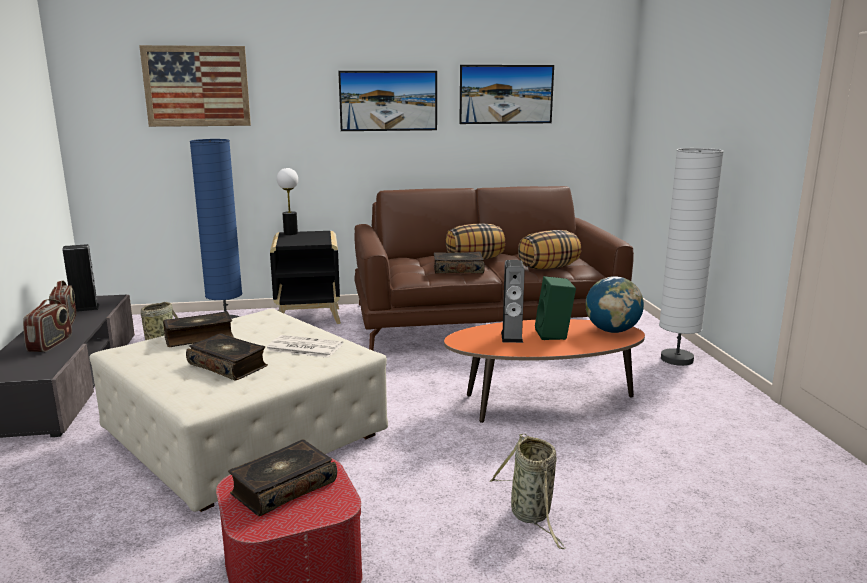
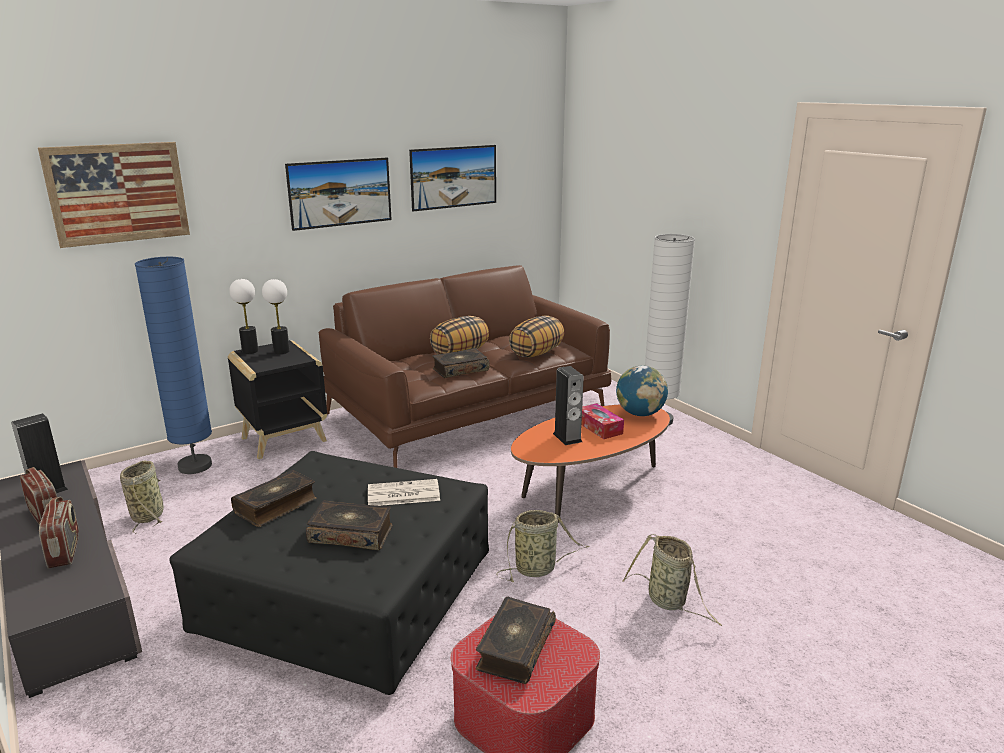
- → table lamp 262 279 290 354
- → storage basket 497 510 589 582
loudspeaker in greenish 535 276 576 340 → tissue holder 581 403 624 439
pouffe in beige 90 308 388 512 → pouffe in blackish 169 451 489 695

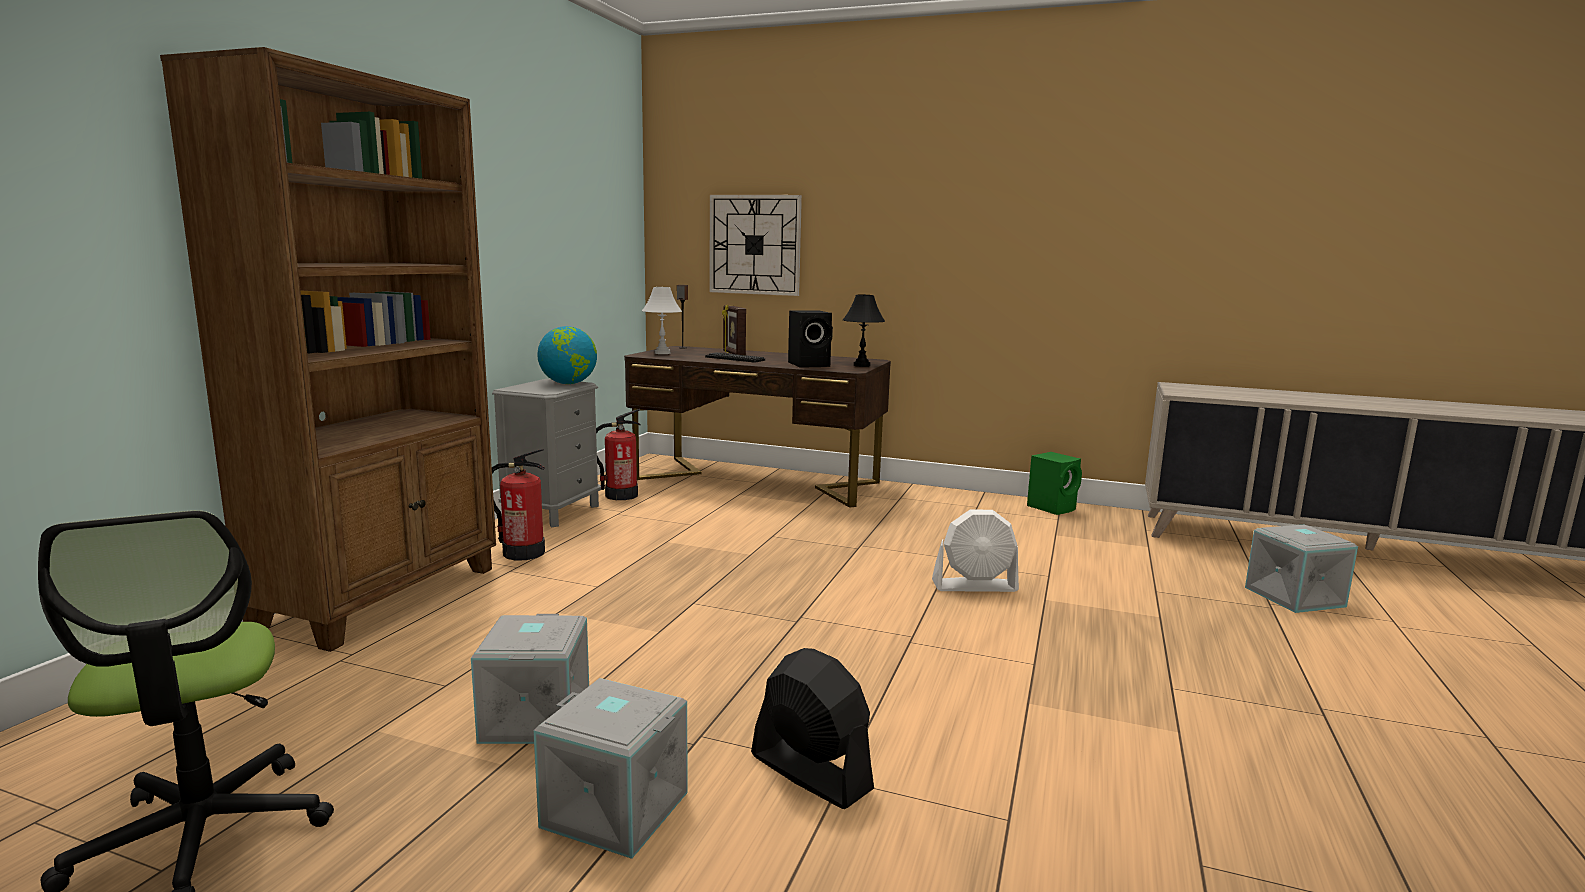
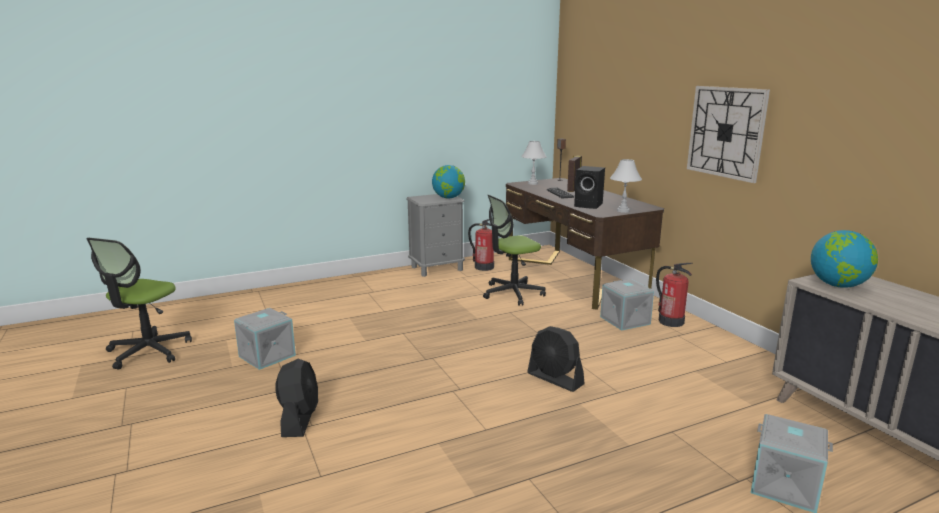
shelving unit in brownish 160 47 496 652 → -
loudspeaker in greenish 1027 452 1082 515 → -
- → office chair 483 195 546 306
- → world globe 811 230 878 288
extinguisher 492 449 545 561 → extinguisher 656 263 693 327, relocated
storage container in grey 533 678 688 859 → storage container in grey 600 279 654 331, relocated
hanging clock 710 195 802 296 → hanging clock 687 86 770 183, relocated
table lamp in blackish 843 294 885 367 → table lamp in white 610 159 642 213
cooling fan in white 932 509 1019 592 → cooling fan in blackish 527 326 585 392

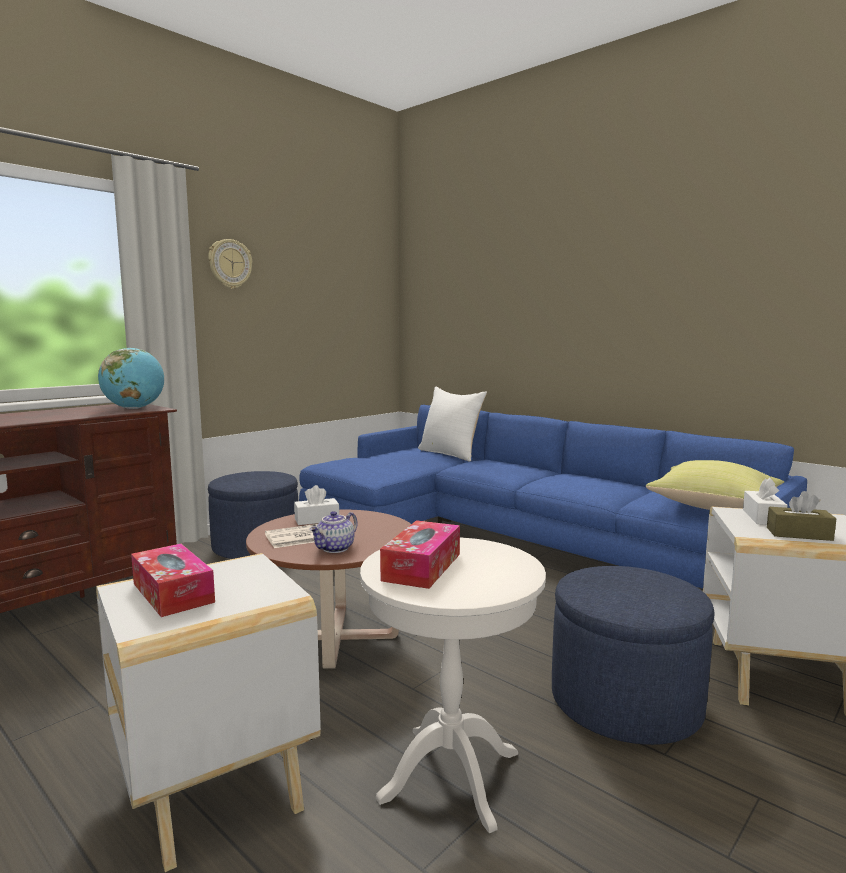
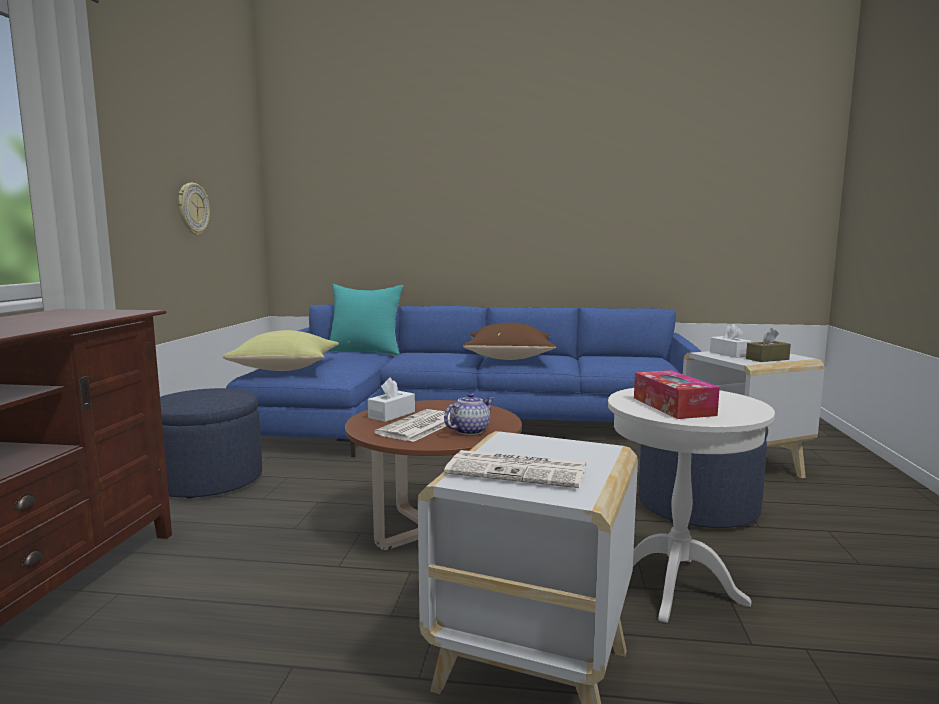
world globe 98 348 164 409 → -
- → throw pillow in brownish 463 323 557 360
hanging clock 208 239 252 289 → hanging clock 178 183 210 235, relocated
throw pillow in yellow-coloured 645 460 784 510 → throw pillow in yellow-coloured 223 330 339 371, relocated
tissue holder 131 544 215 617 → printed paper 444 450 587 488
throw pillow in white 418 386 487 462 → throw pillow in blue-green 328 284 404 355
teapot 309 511 358 553 → teapot 444 393 494 435, 135 degrees counterclockwise

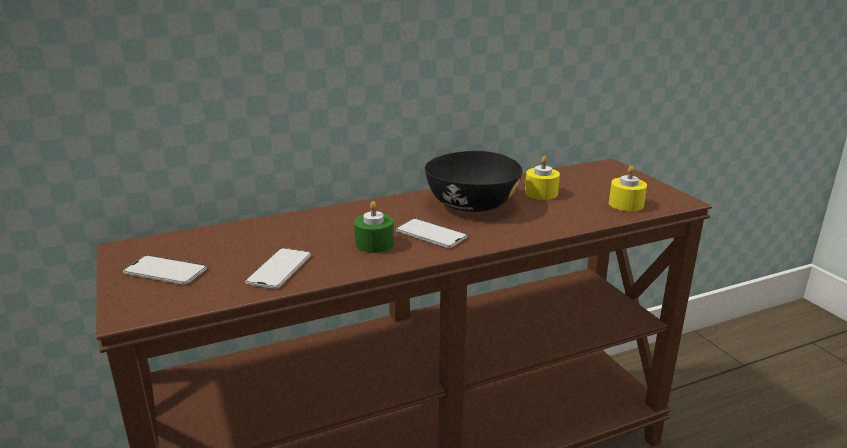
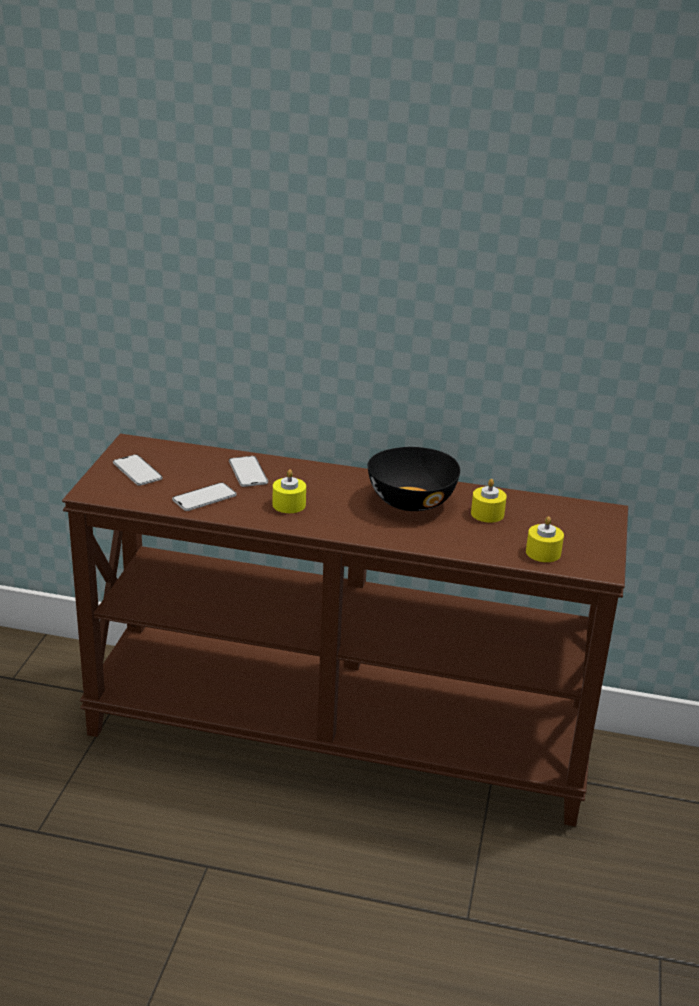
phone 396 218 467 248 → phone 229 456 268 487, relocated
wax candle in greenish 354 201 394 253 → wax candle in yellow-coloured 272 469 306 513

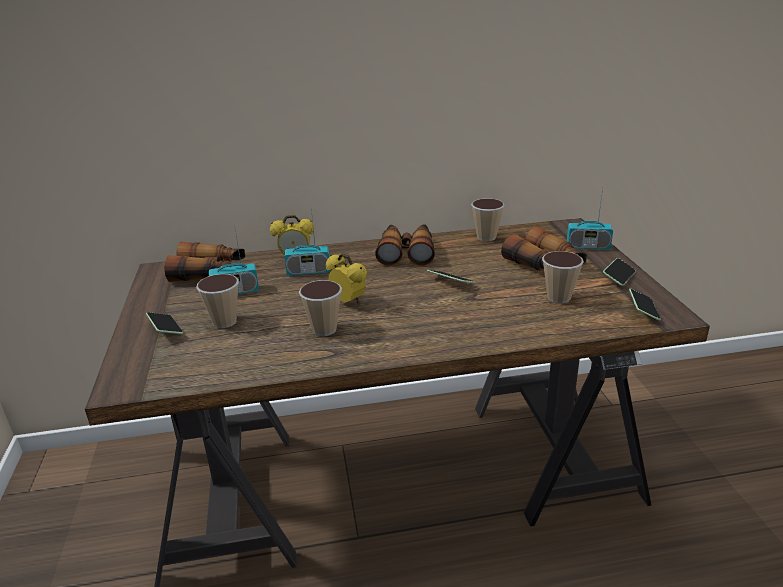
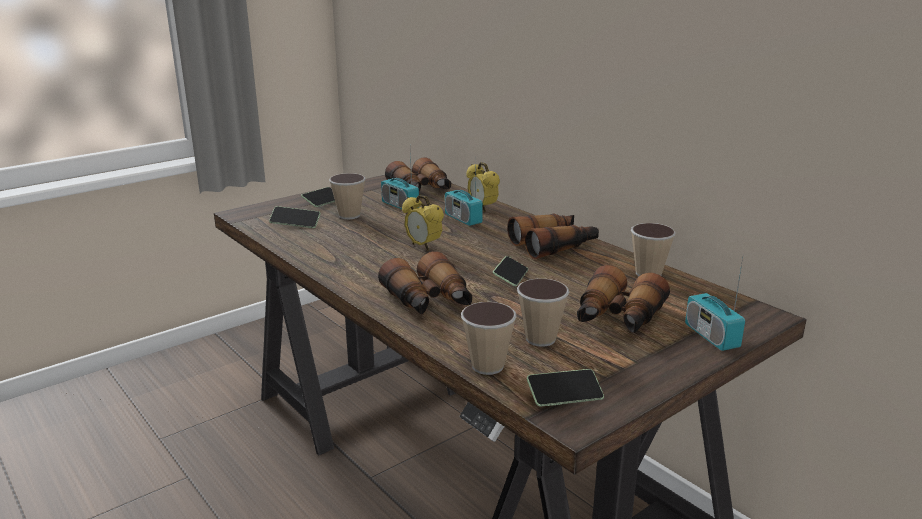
- → binoculars 378 251 472 315
small cup 299 280 342 336 → small cup 461 302 517 375, relocated
phone 603 258 636 286 → phone 269 206 320 228, relocated
table clock 326 253 367 304 → table clock 402 195 444 250, 120 degrees clockwise

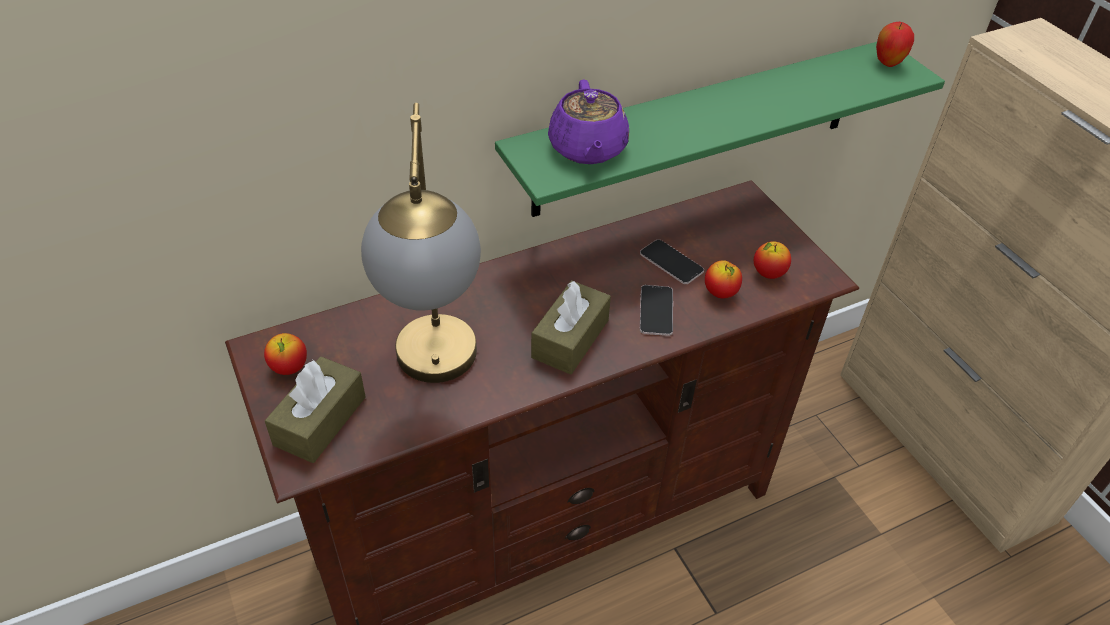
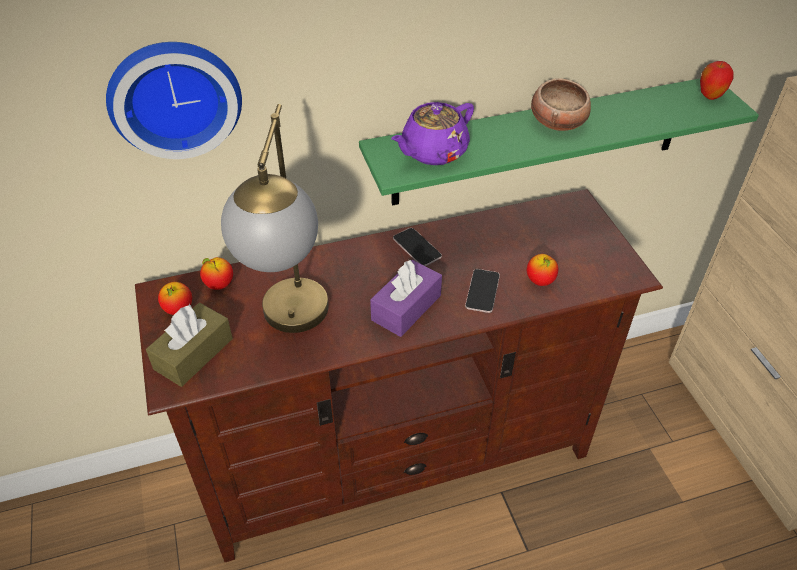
- → hanging clock 106 42 242 159
- → bowl 531 78 591 131
phone 640 239 704 284 → phone 393 228 442 266, relocated
apple fruit 754 241 791 279 → apple fruit 200 257 233 290, relocated
tissue holder in brownish 531 281 611 374 → tissue holder in purple-coloured 370 260 442 337
teapot in purple-coloured 548 79 629 164 → teapot in purple-coloured 391 102 474 165, 45 degrees clockwise

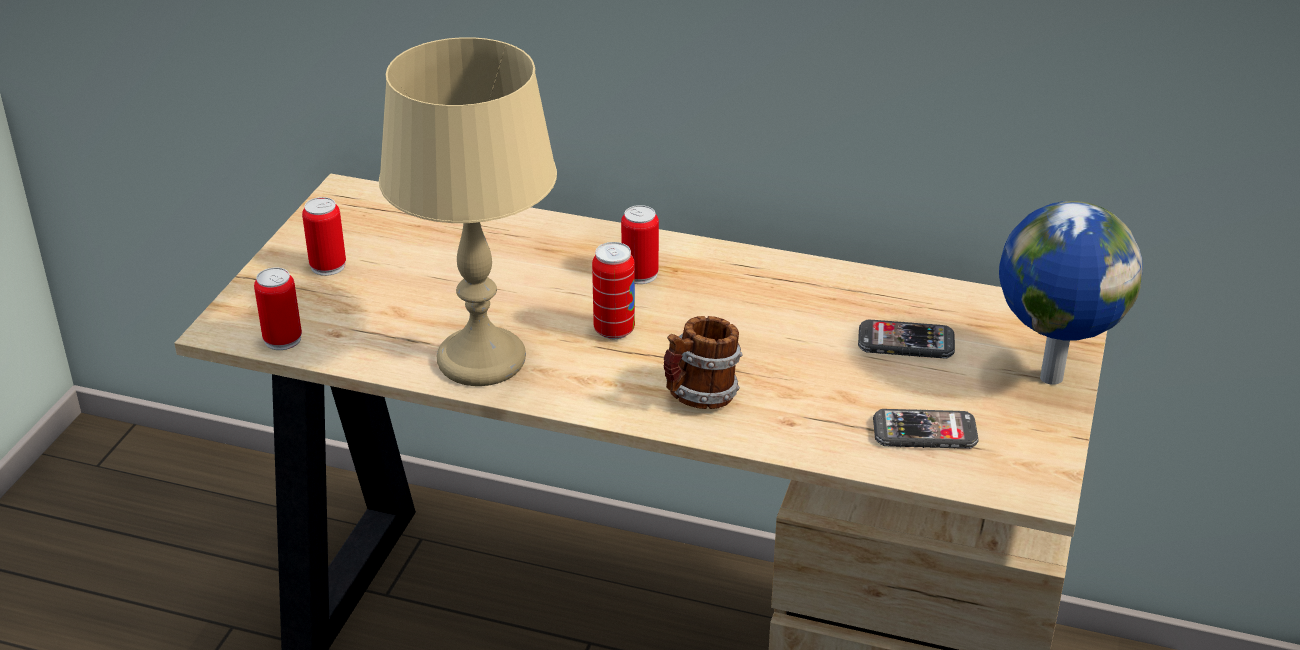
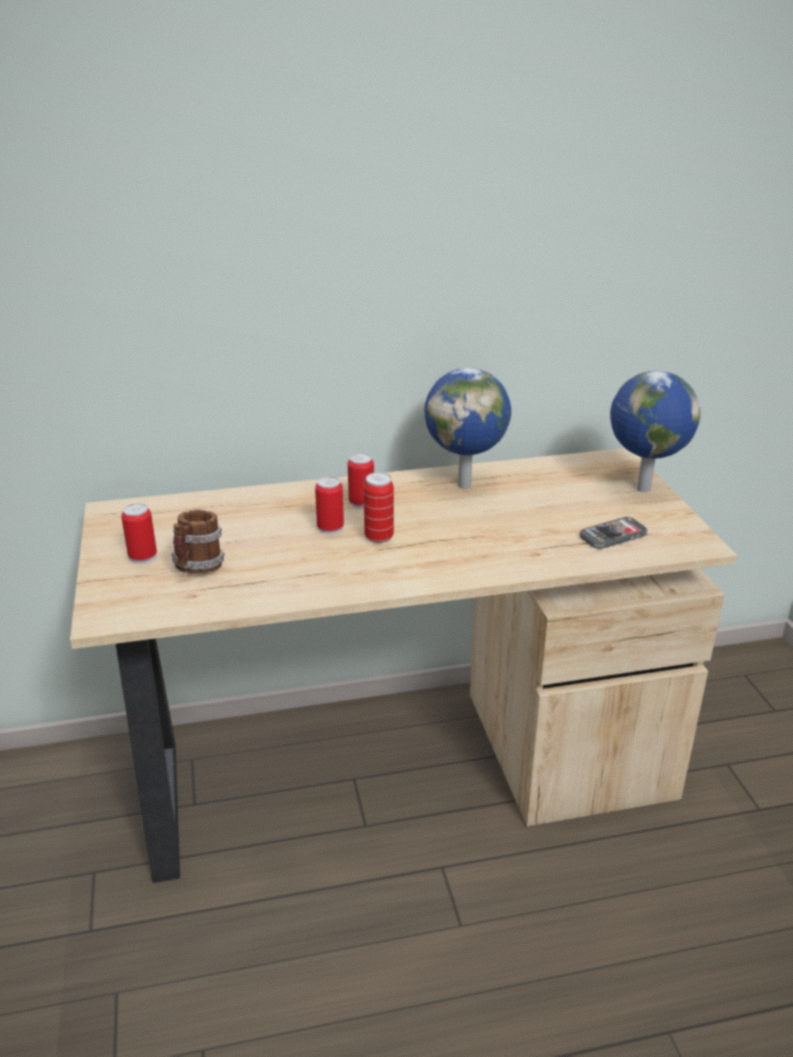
table lamp in beige 379 37 557 386 → -
phone 858 320 955 359 → -
- → world globe 424 368 511 489
metal can 254 267 302 350 → metal can 315 476 344 535, relocated
coffee mug 664 316 743 409 → coffee mug 172 510 225 574, relocated

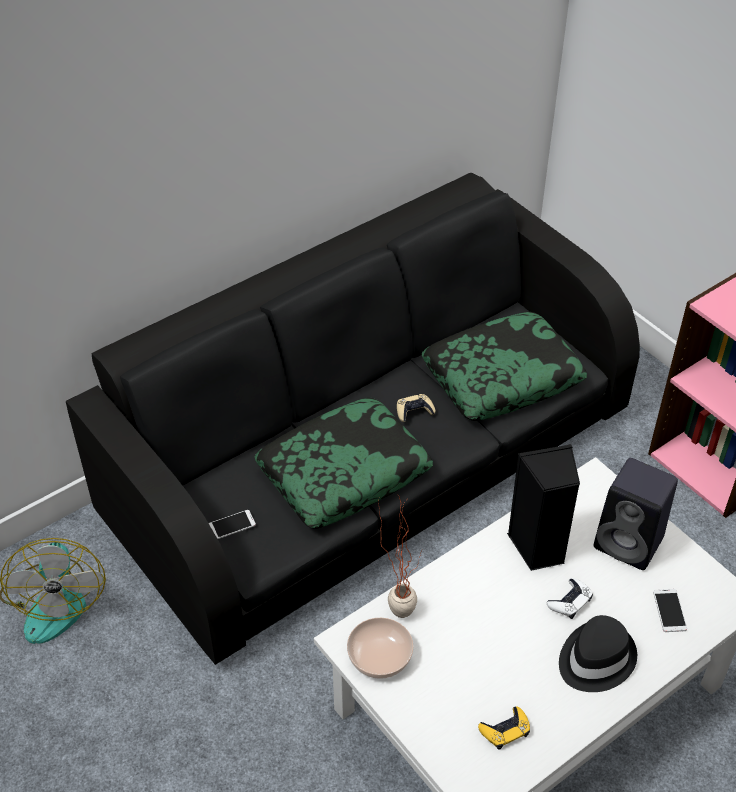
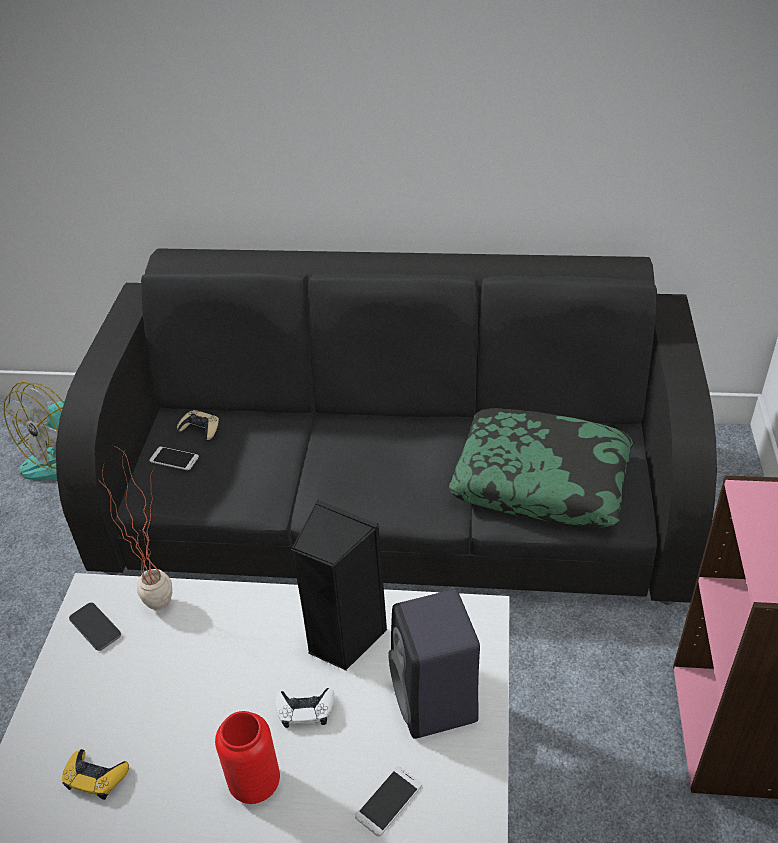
throw pillow 255 397 433 529 → -
joypad in beige 397 394 436 422 → joypad in beige 177 410 219 440, relocated
bowl 347 617 414 679 → phone 69 602 121 651
hat in blackish 559 615 637 692 → flower vase in reddish 215 711 280 804

